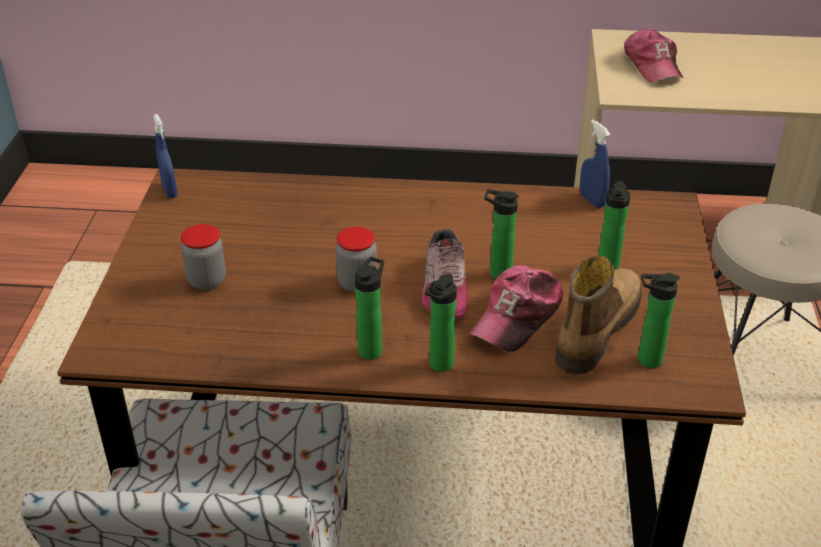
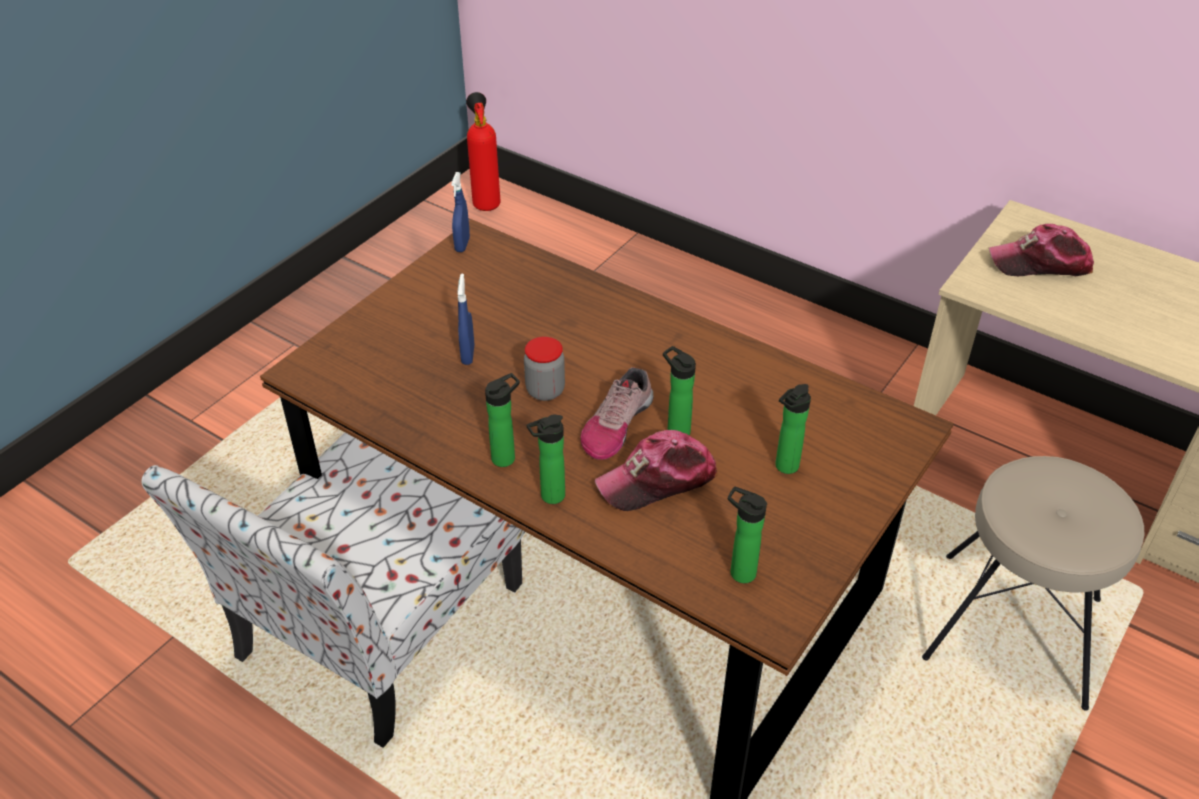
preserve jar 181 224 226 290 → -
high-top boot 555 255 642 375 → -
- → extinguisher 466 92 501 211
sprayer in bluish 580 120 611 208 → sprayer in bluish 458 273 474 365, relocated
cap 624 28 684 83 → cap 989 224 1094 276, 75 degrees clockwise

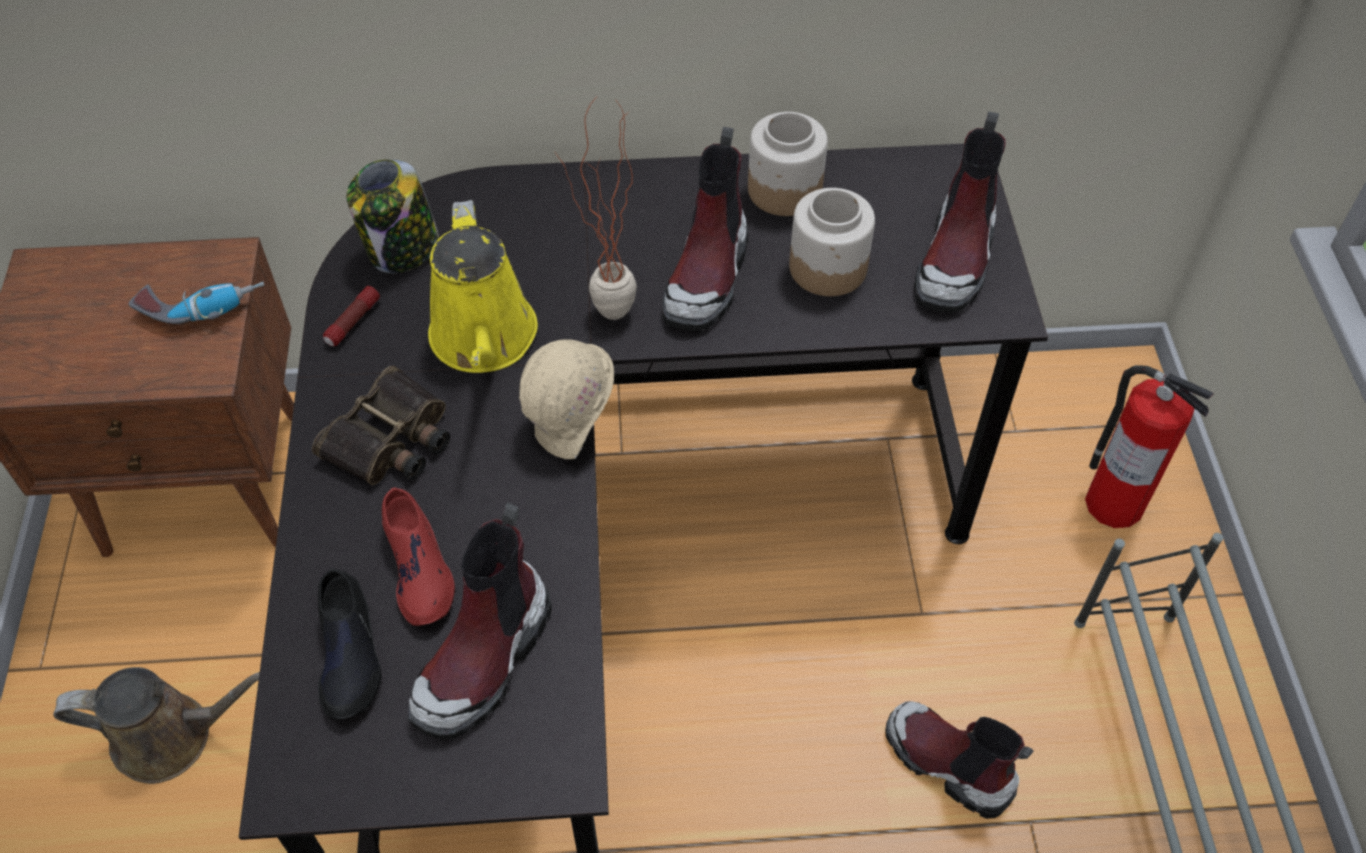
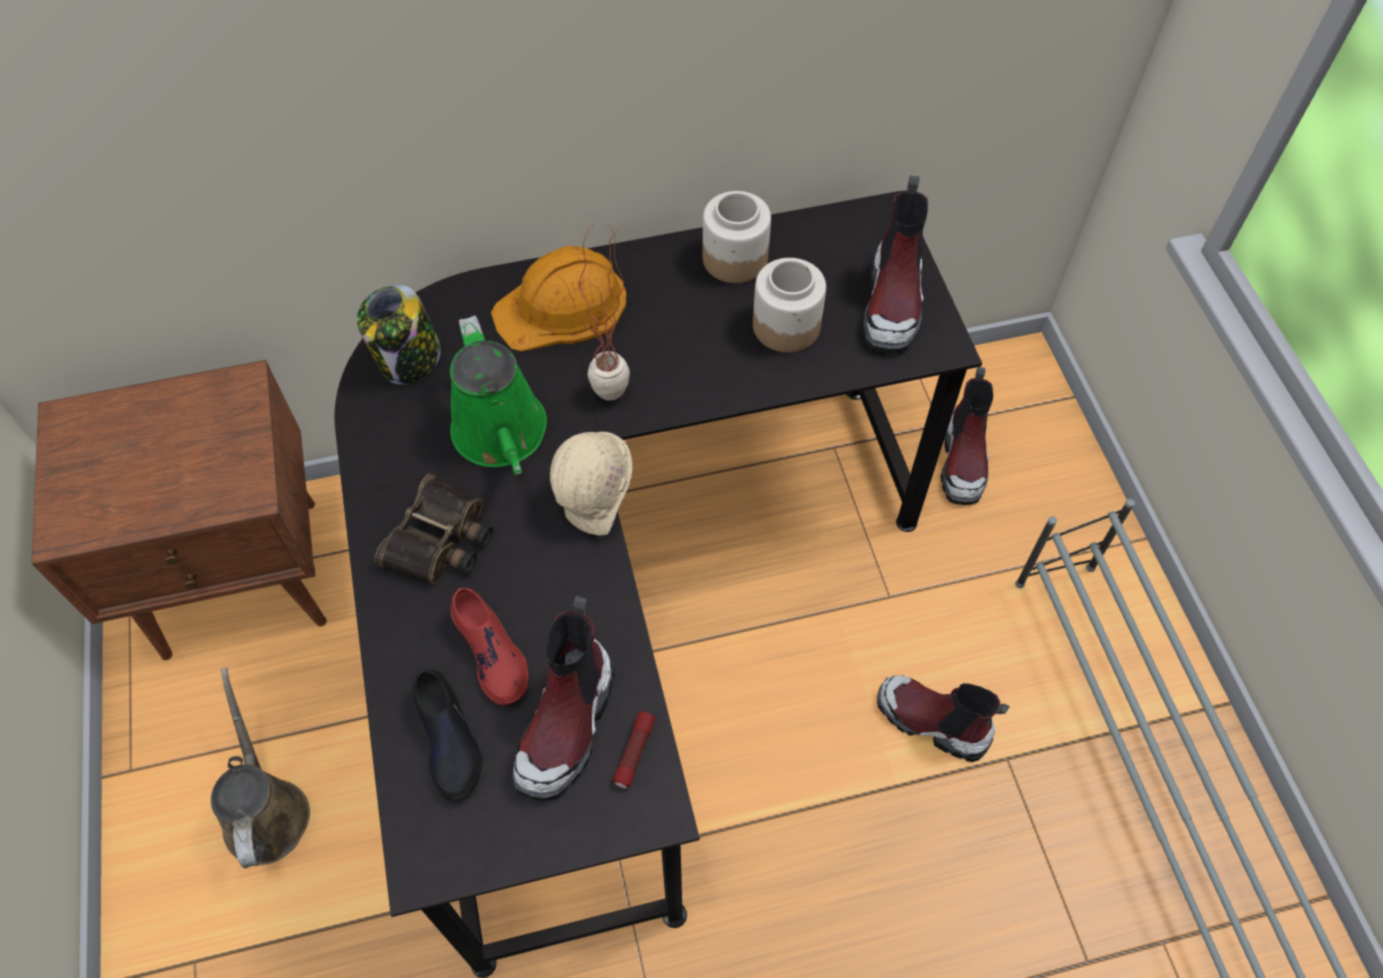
drill 129 282 265 324 → -
extinguisher 1085 365 1214 528 → -
- → work helmet in orangey 491 246 626 351
hand torch 323 286 380 346 → hand torch 613 711 656 788, relocated
high-top boot 662 127 748 331 → high-top boot 941 367 993 505, relocated
sprinkling can in yellow-coloured 428 200 538 373 → sprinkling can in greenish 450 315 547 475
sprinkling can in brownish 53 667 260 784 → sprinkling can in brownish 211 668 310 868, 90 degrees counterclockwise

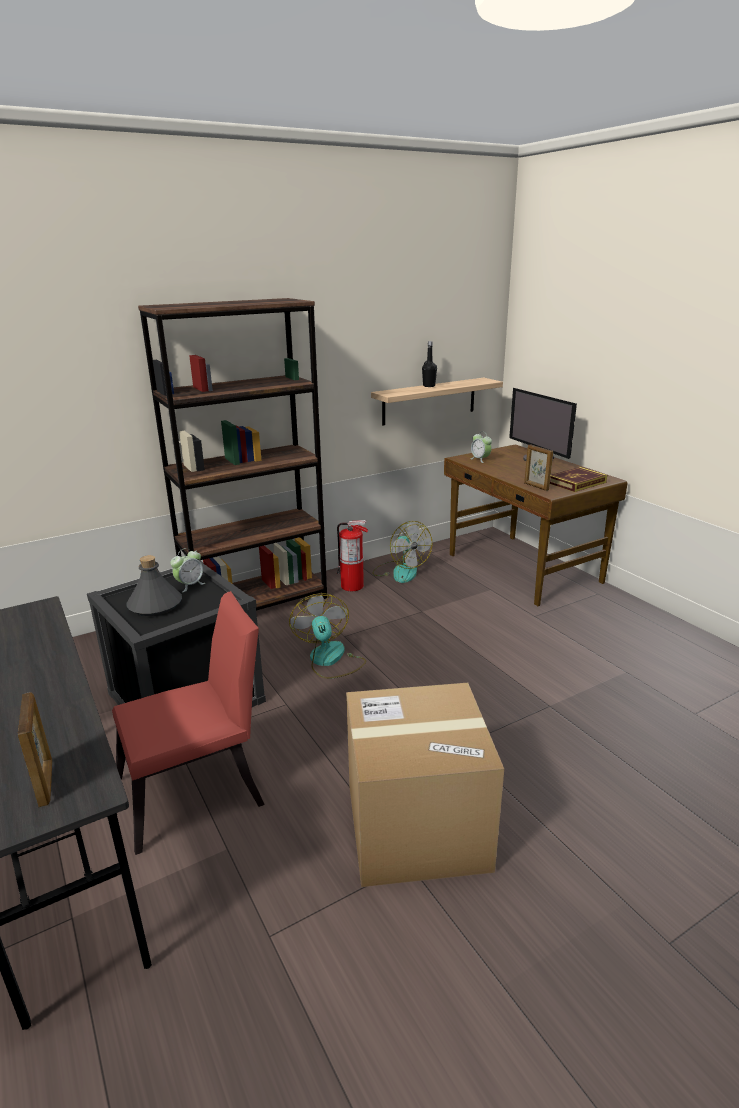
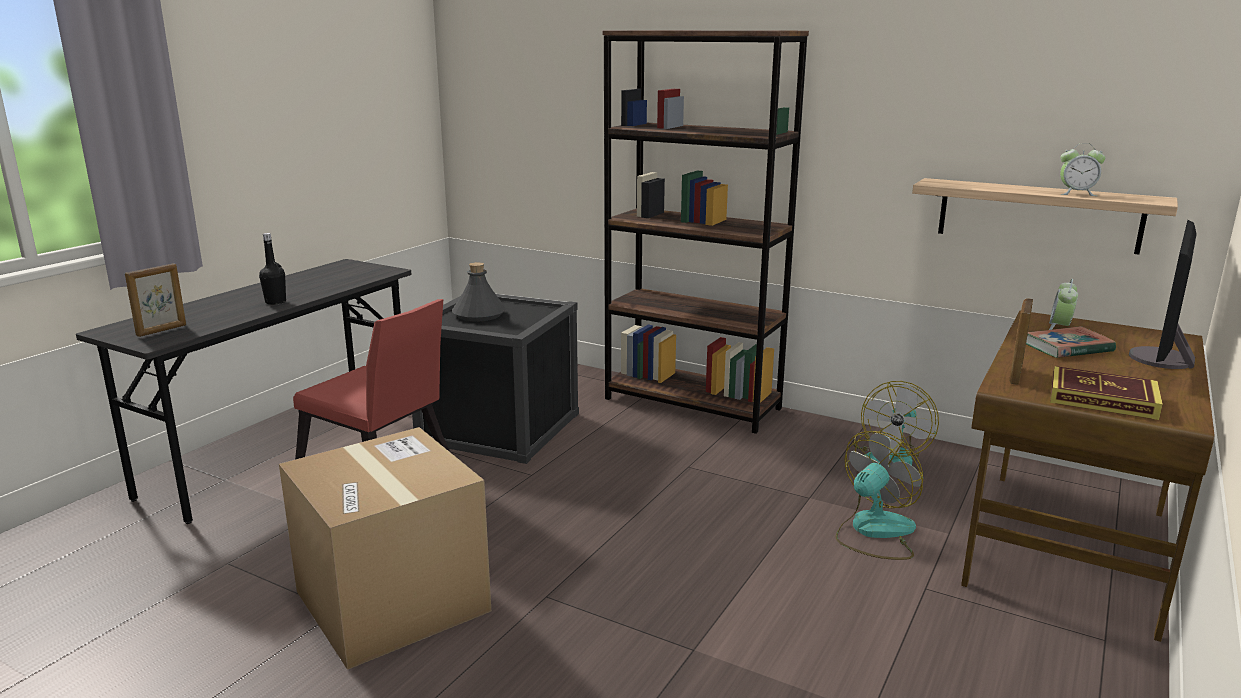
extinguisher 337 520 368 591 → -
- → bound book 1026 326 1116 358
table clock 170 548 205 592 → table clock 1060 143 1105 196, relocated
cooling fan 289 593 366 679 → cooling fan 836 431 923 560, relocated
bottle in blackish 422 341 437 387 → bottle in blackish 259 233 286 305, relocated

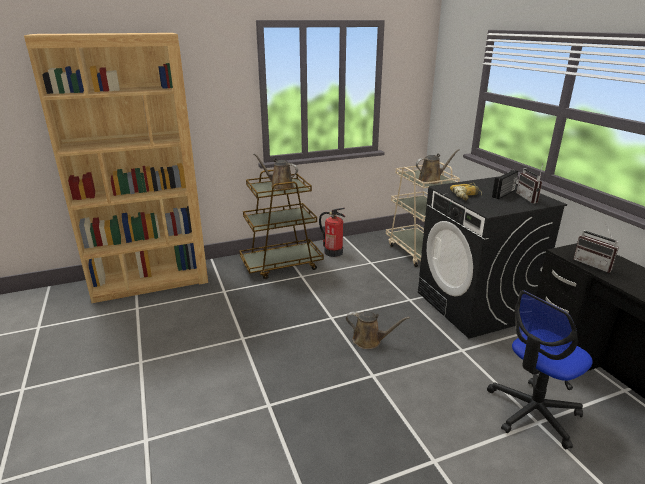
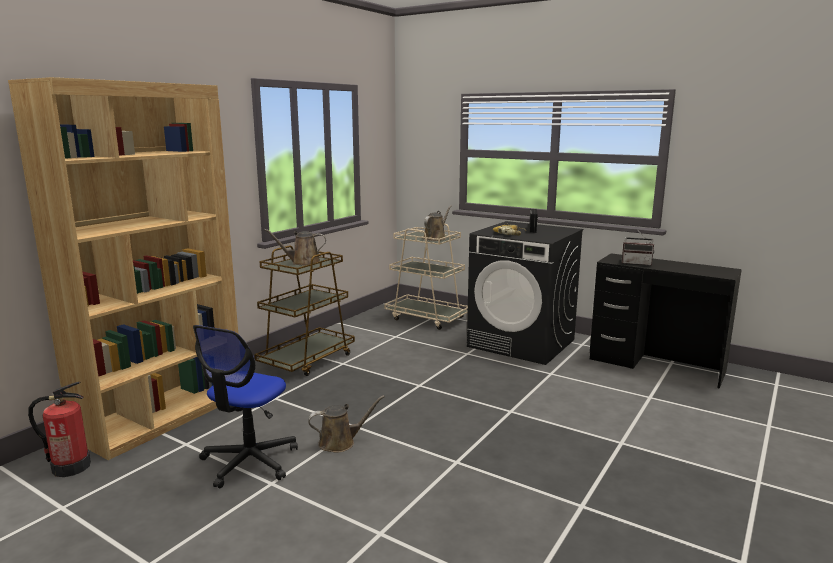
radio 516 163 543 203 → -
extinguisher 319 208 345 257 → extinguisher 28 382 91 477, relocated
sprinkling can in brownish 346 311 410 349 → sprinkling can in brownish 308 395 385 452, relocated
office chair 487 290 593 449 → office chair 193 325 298 488, relocated

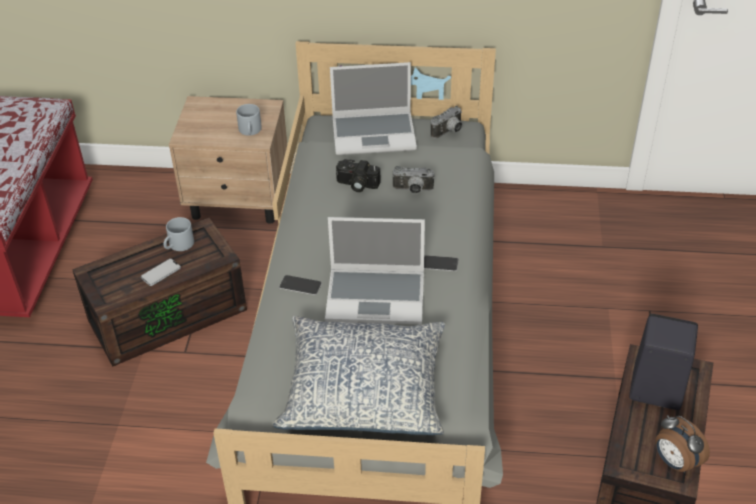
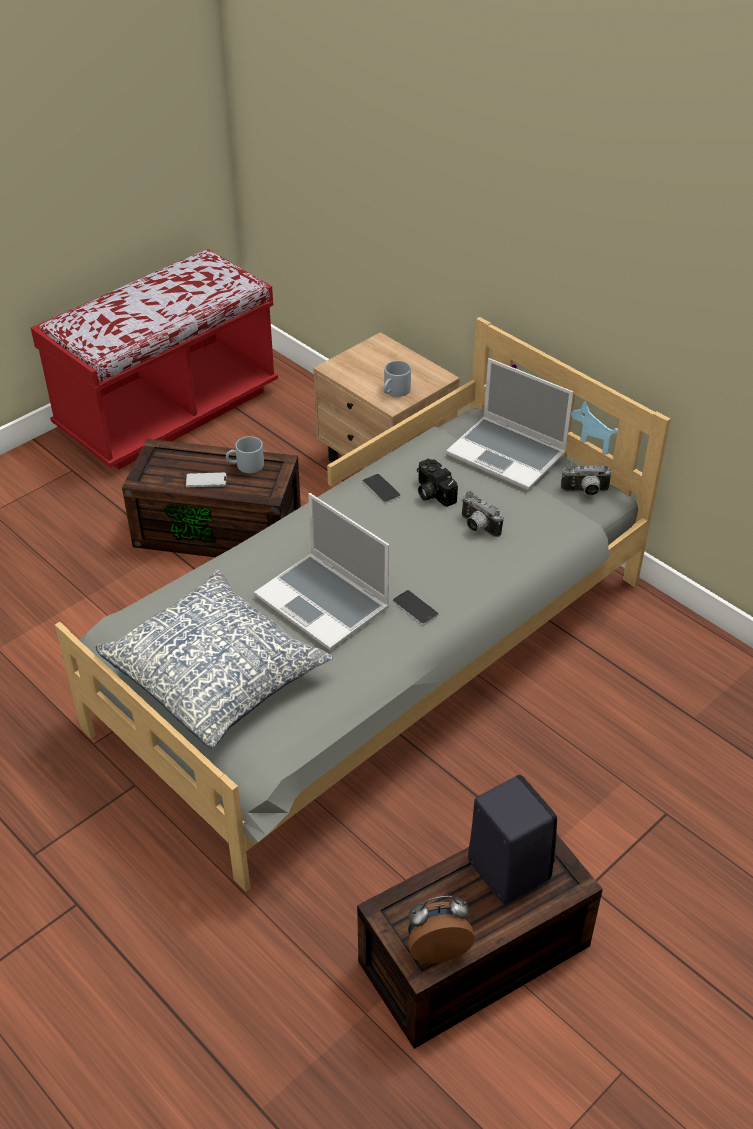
phone 279 275 322 295 → phone 362 474 401 503, relocated
table clock 655 415 710 473 → table clock 408 896 475 963, 75 degrees clockwise

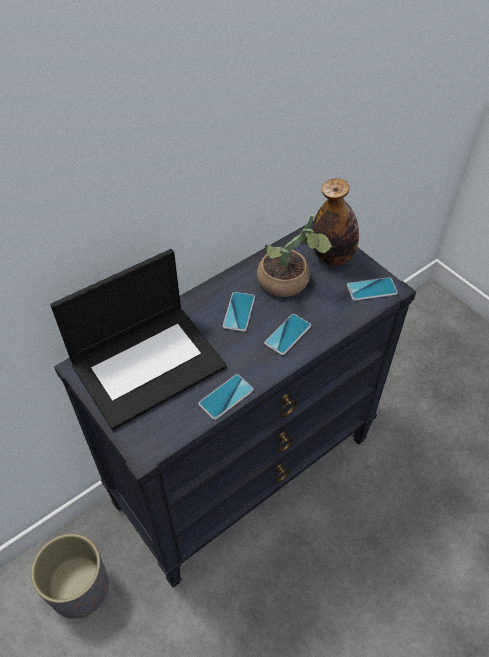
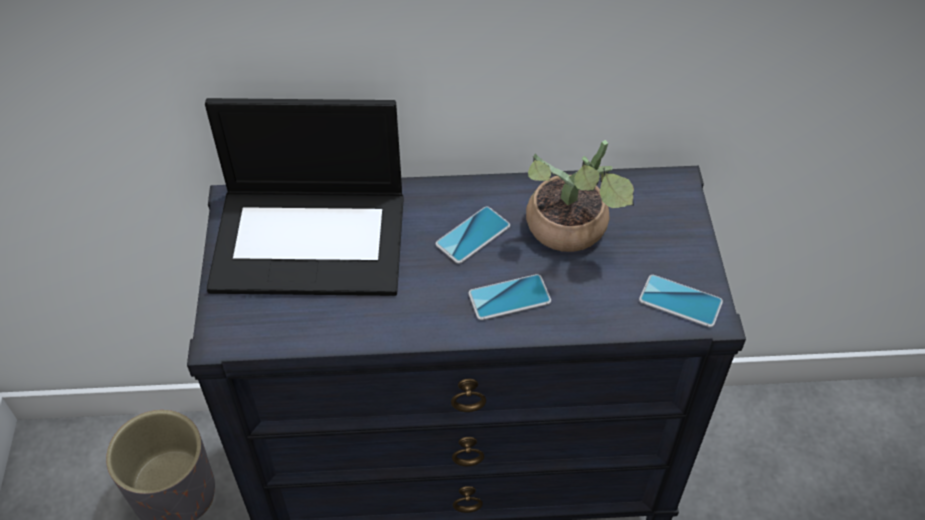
phone 198 374 254 420 → -
bottle 312 178 359 265 → -

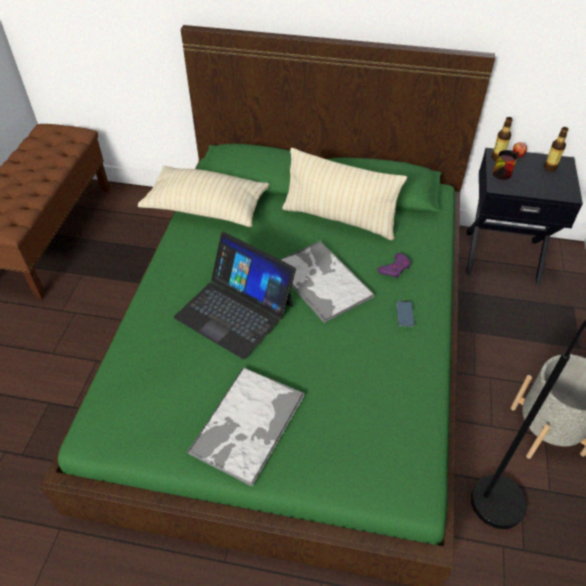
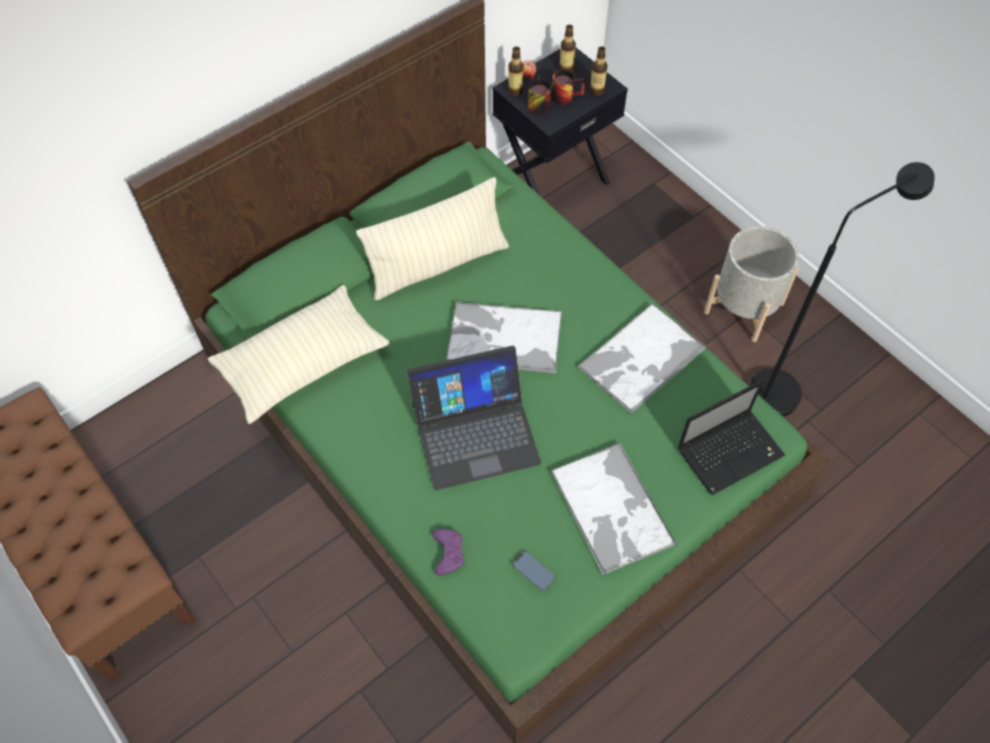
- → coffee mug 551 70 585 105
- → carrying tray 578 303 706 414
- → bottle 589 46 607 96
- → notebook computer 678 380 785 495
joypad in purple-coloured 378 253 411 278 → joypad in purple-coloured 432 529 464 576, relocated
phone 396 301 414 327 → phone 513 551 555 591, relocated

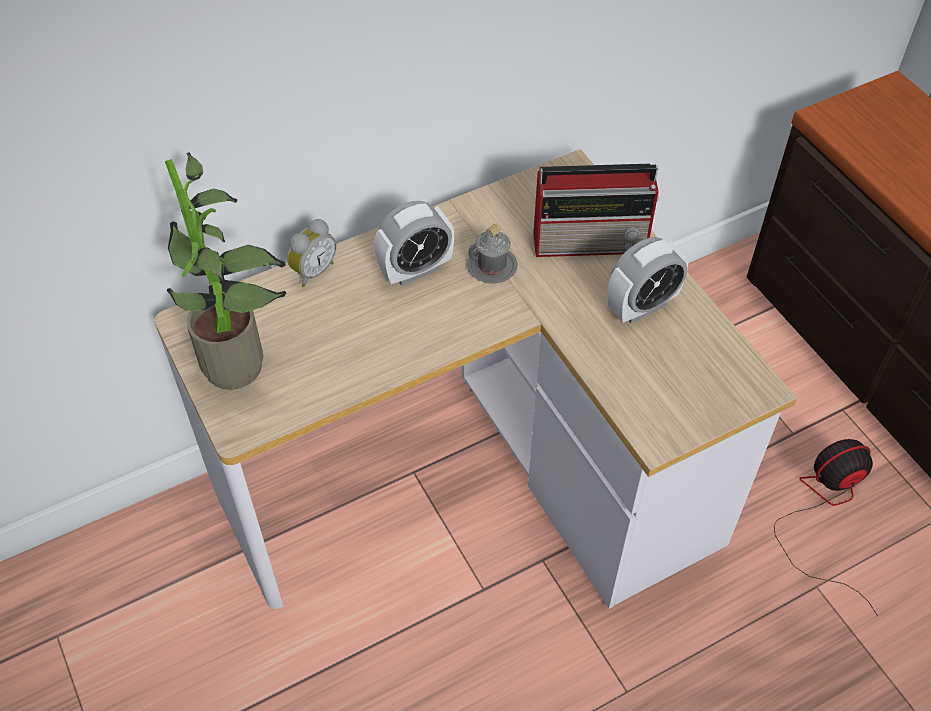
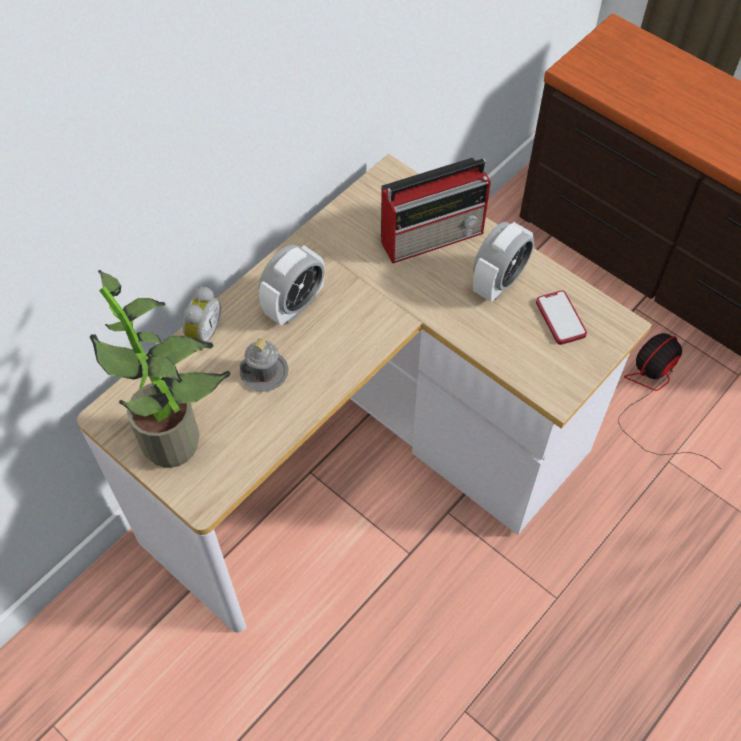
- → phone 536 290 587 345
coffee mug in grey 467 224 518 284 → coffee mug in grey 240 338 288 392, relocated

